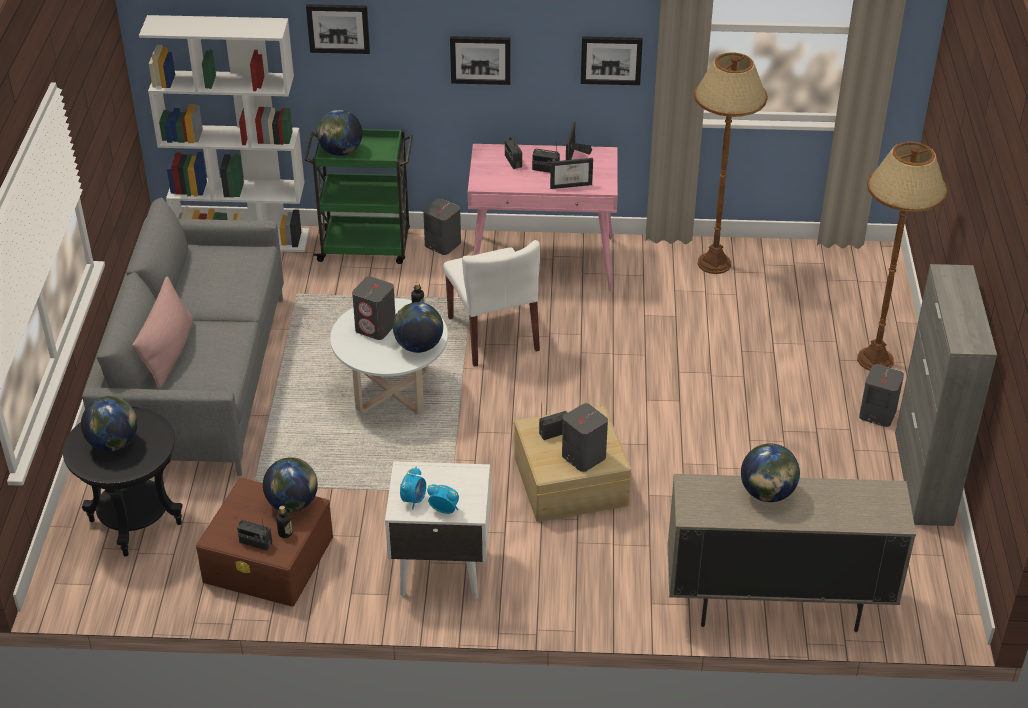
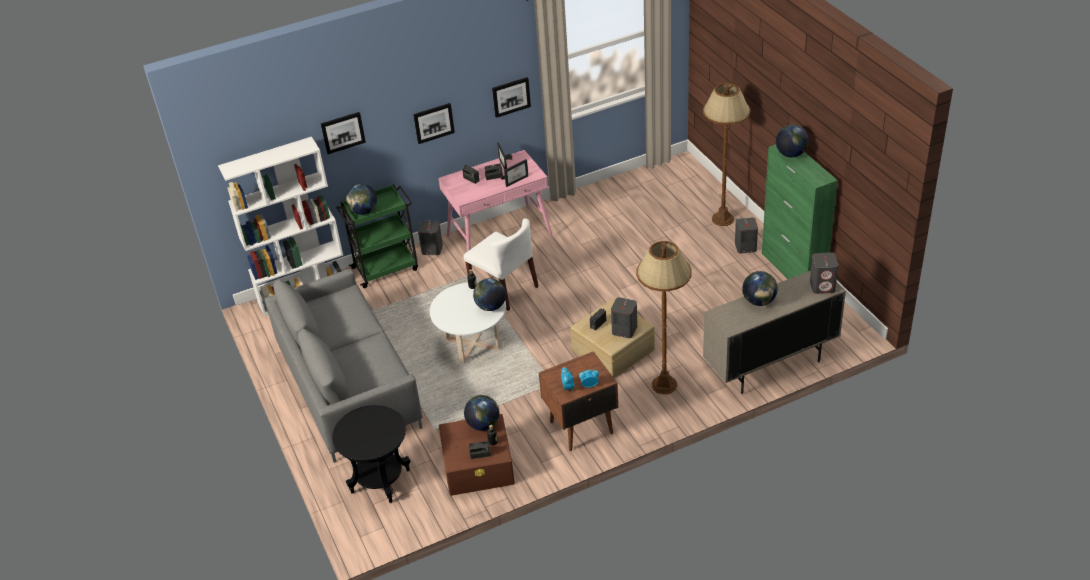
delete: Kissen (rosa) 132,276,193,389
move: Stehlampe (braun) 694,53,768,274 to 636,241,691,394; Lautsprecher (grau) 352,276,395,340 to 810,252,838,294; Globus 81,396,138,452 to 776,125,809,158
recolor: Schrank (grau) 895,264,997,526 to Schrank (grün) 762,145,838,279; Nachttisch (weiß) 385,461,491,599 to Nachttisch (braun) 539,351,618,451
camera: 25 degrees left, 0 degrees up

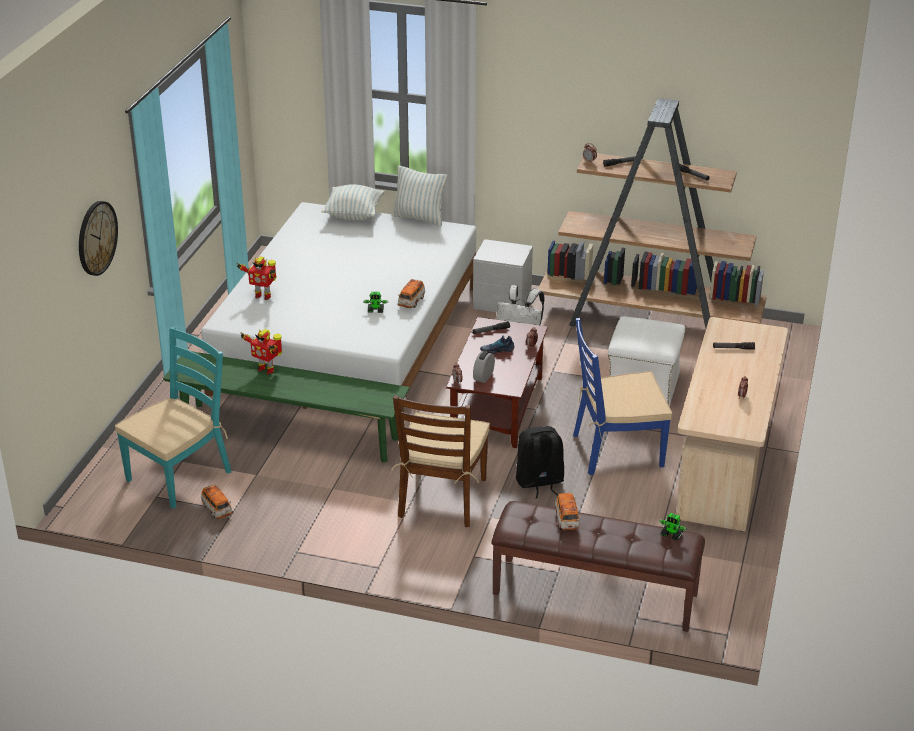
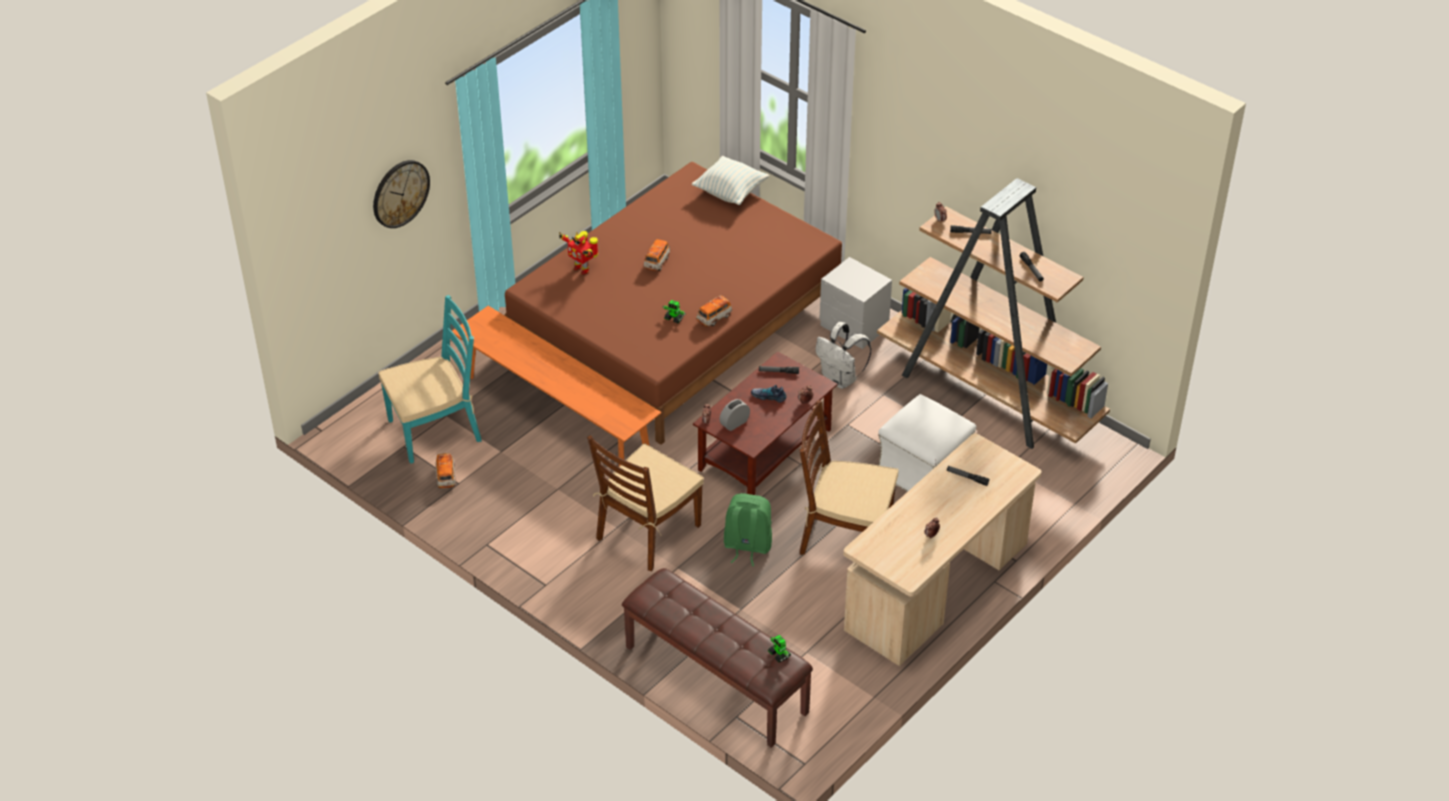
delete: Kissen 392,166,448,226; Spielzeugroboter 241,329,282,375
move: Spielzeugauto 555,493,580,531 to 644,239,670,271
recolor: Bett (weiß) 201,202,477,421 to Bett (braun) 505,162,842,445; Stuhl (blau) 573,318,672,475 to Stuhl (braun) 799,400,899,555; Bank (grün) 163,351,410,463 to Bank (orange) 452,306,661,466; Rucksack (schwarz) 516,426,564,499 to Rucksack (grün) 724,493,772,566
camera: 25 degrees right, 10 degrees up

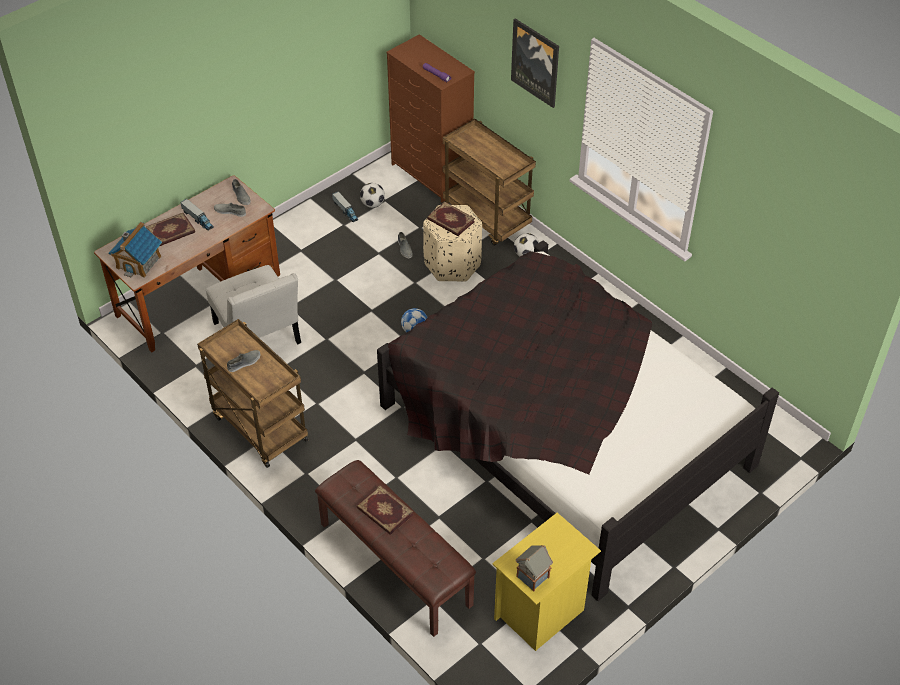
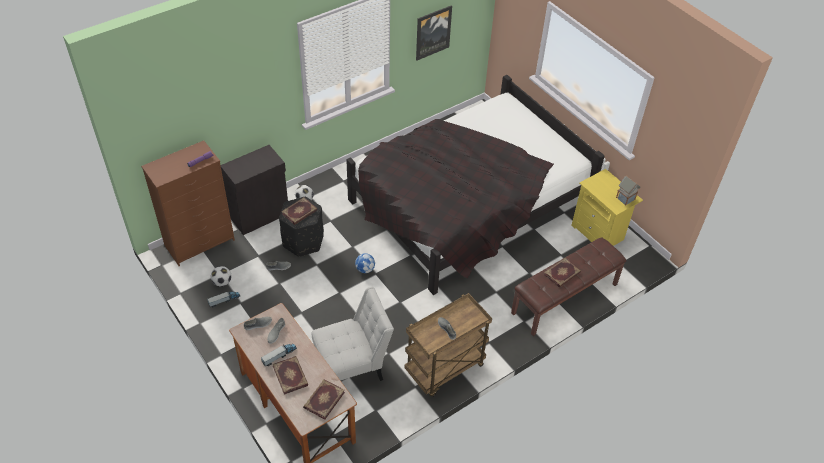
move: Bild 511,18,559,108 to 416,5,452,60
replace: Rollwagen (braun) 443,119,536,246 to Schrank (schwarz) 220,145,288,235; Spielzeughaus 109,222,162,278 to Buch 303,379,345,420
recolor: Polsterhocker (beige) 423,205,482,282 to Polsterhocker (schwarz) 279,197,324,257
camera: 85 degrees left, 0 degrees up

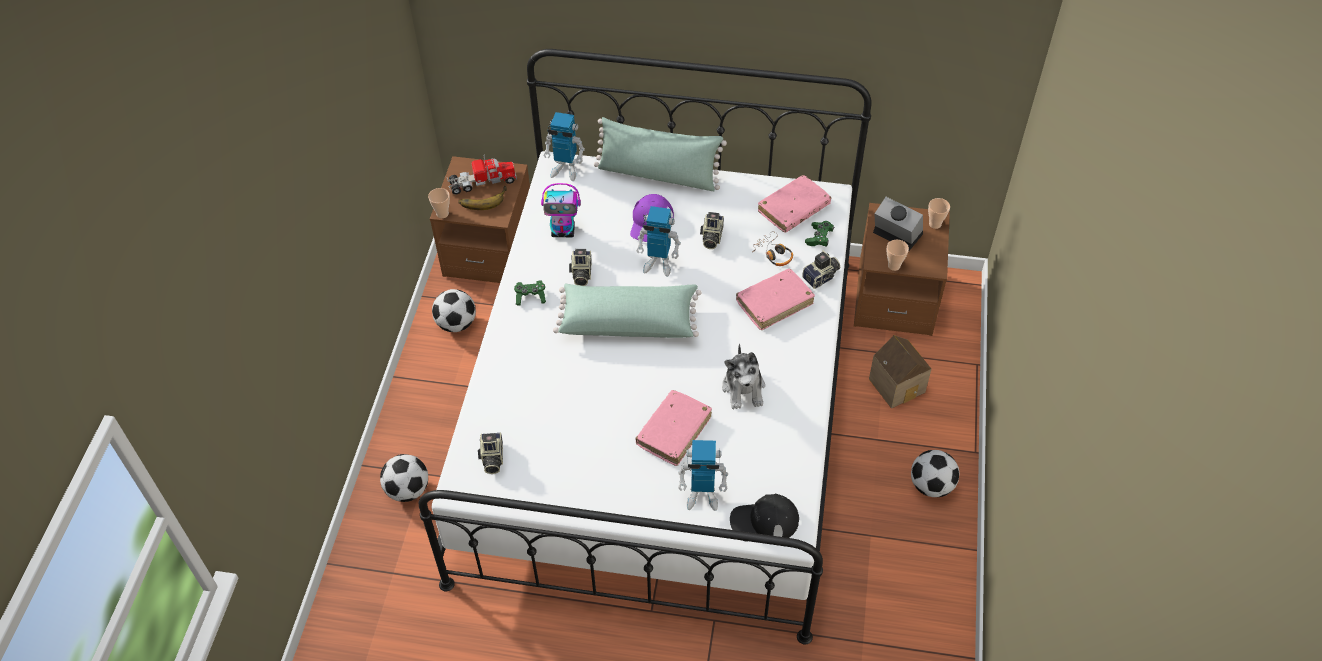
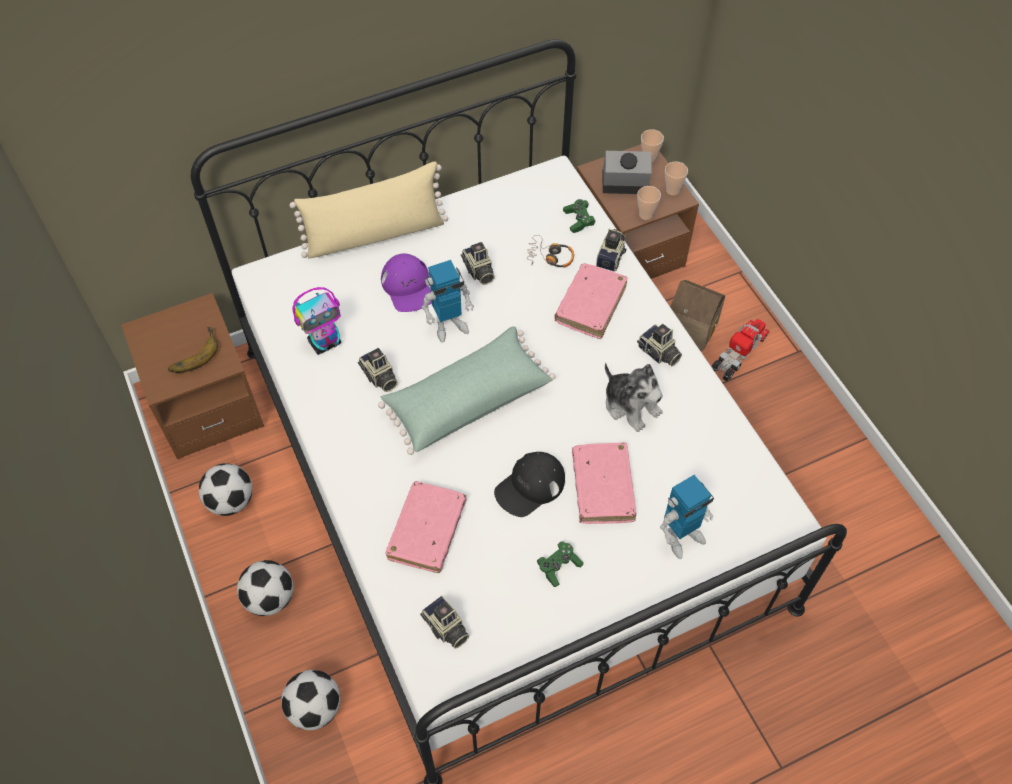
delete: Spielzeugroboter 544,112,585,181
insert: Kamera 637,324,682,366
move: Spielzeuglaster 447,155,517,195 to 712,319,769,381; Buch (rosa) 758,175,831,233 to 385,481,466,573; Tasse 428,188,450,218 to 665,162,688,195; Gamepad (grün) 514,281,546,306 to 537,541,583,587; Fußball 911,450,959,497 to 237,560,294,616; Kappe (schwarz) 730,493,799,541 to 494,452,565,517
recolor: Kissen (grün) 594,117,727,191 to Kissen (beige) 289,161,448,258
camera: 35 degrees left, 5 degrees up

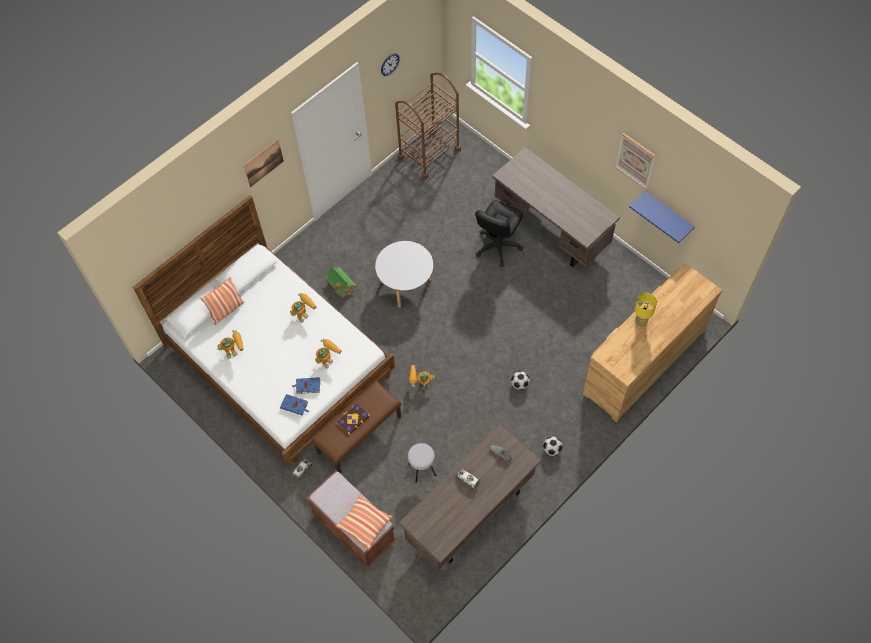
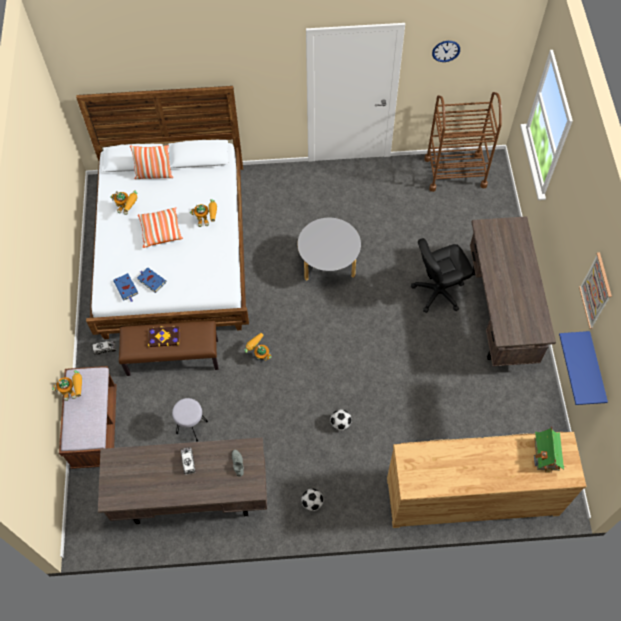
delete: Bild 244,139,284,187; Tischlampe (gelb) 635,293,657,326
move: Spielzeughaus 325,266,356,298 to 534,427,565,473; Spielzeugroboter 315,339,342,369 to 52,370,82,401; Kissen 335,495,393,550 to 138,207,183,248
camera: 40 degrees right, 0 degrees up

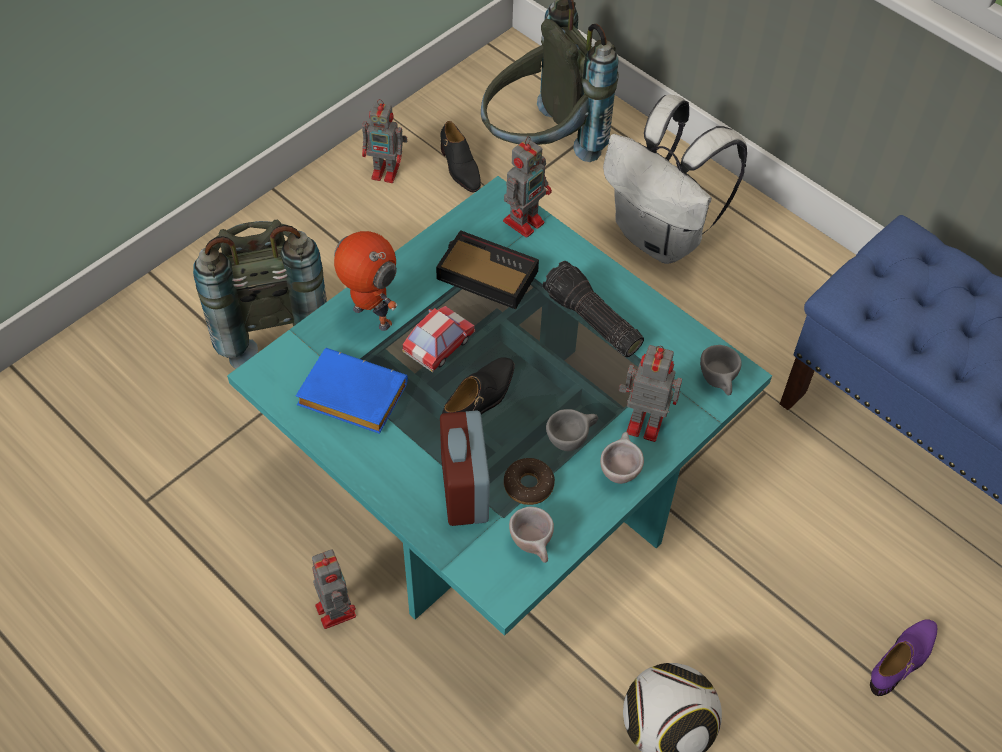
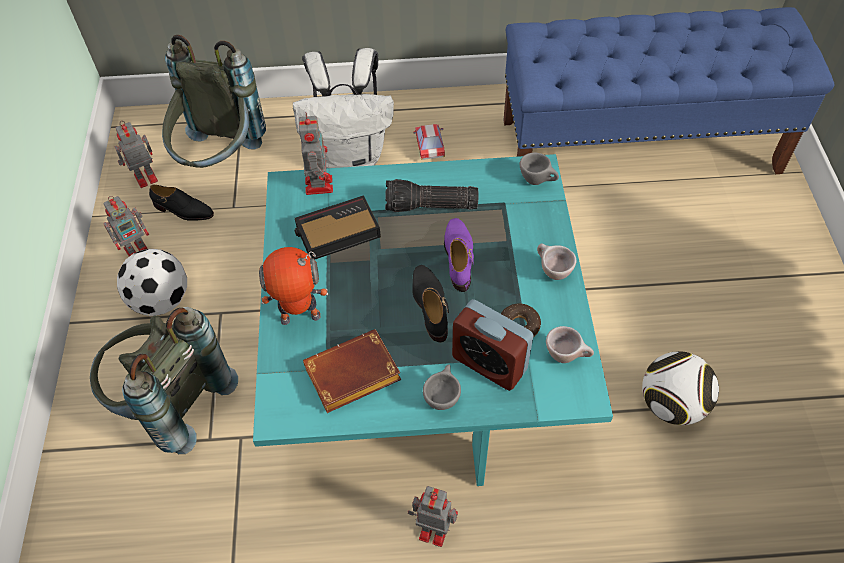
insert: Fußball 117,249,187,316
move: Spielzeugauto 402,306,475,372 to 413,124,445,160; Spielzeugroboter 619,345,682,442 to 114,121,158,188; Tasse (grau) 546,409,598,451 to 423,364,461,410; Schuh (lila) 870,619,937,696 to 444,218,474,292
recolor: Buch (blau) 296,348,408,434 to Buch (braun) 303,329,401,413
camera: 45 degrees left, 0 degrees up

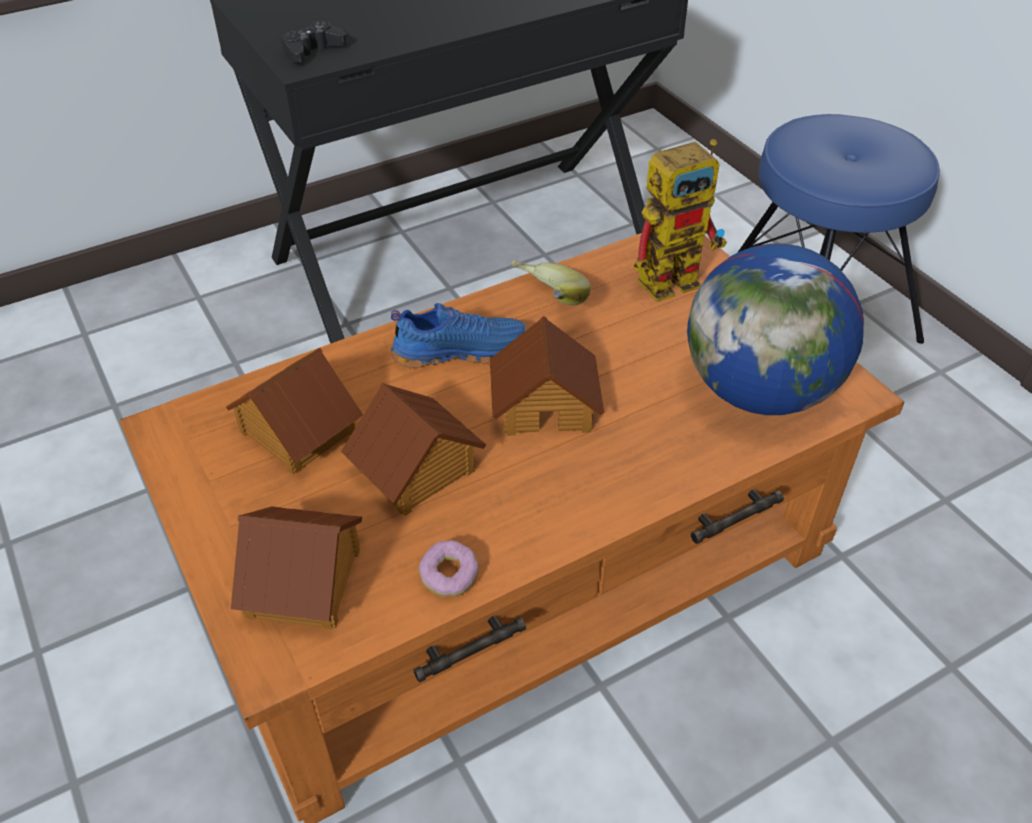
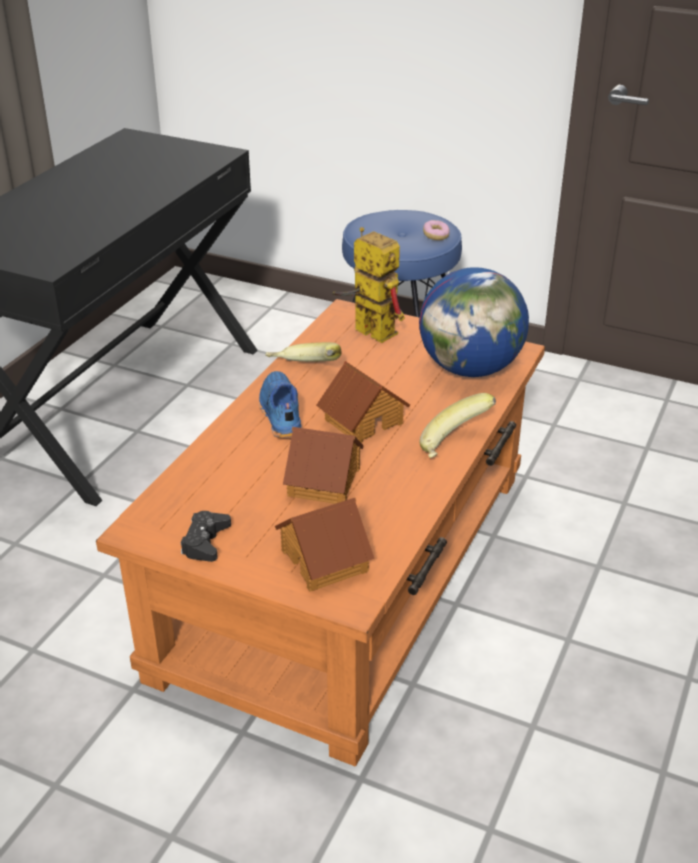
delete: Spielzeughaus 226,348,363,474
insert: Banane 420,393,496,458
move: Gamepad (schwarz) 280,20,347,63 to 181,511,231,562; Donut 419,540,479,597 to 423,220,450,240
rotate: Spielzeugroboter 634,139,727,302 = 332,227,405,343 75 degrees counterclockwise; Schuh (blau) 391,303,527,368 = 259,371,302,439 60 degrees counterclockwise
camera: 35 degrees left, 10 degrees down

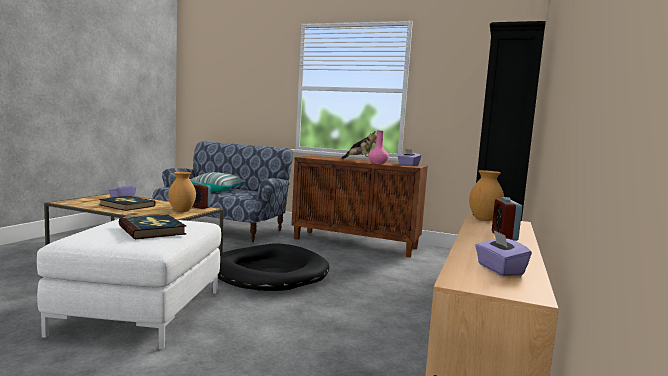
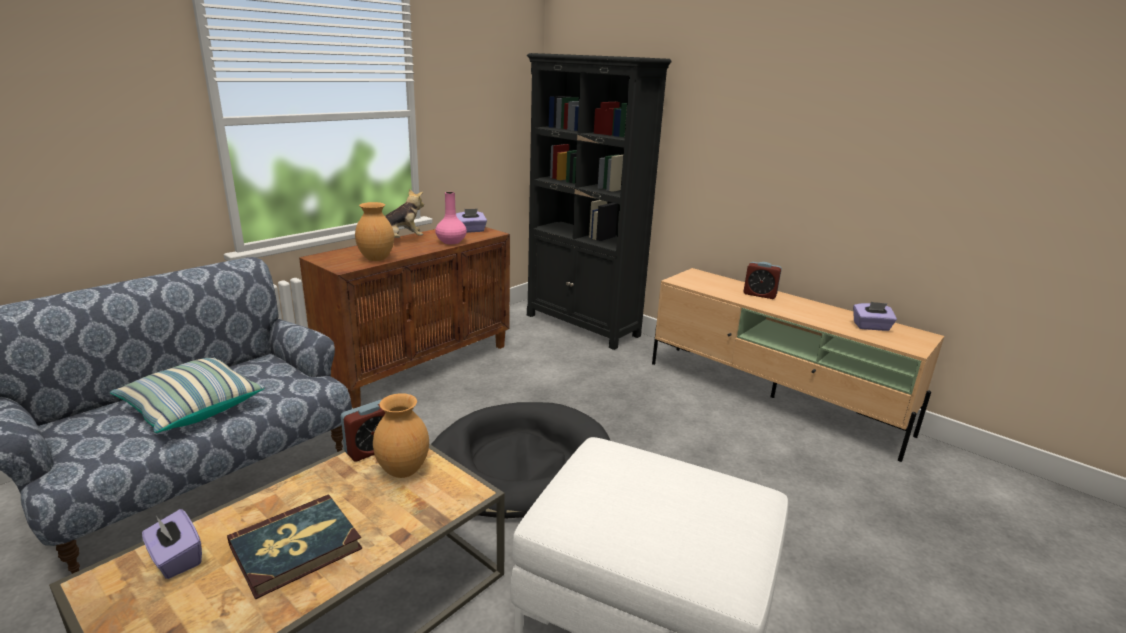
delete: Buch 119,214,186,239
move: Vase (braun) 469,170,504,221 to 355,202,394,261
camera: 70 degrees left, 15 degrees up

